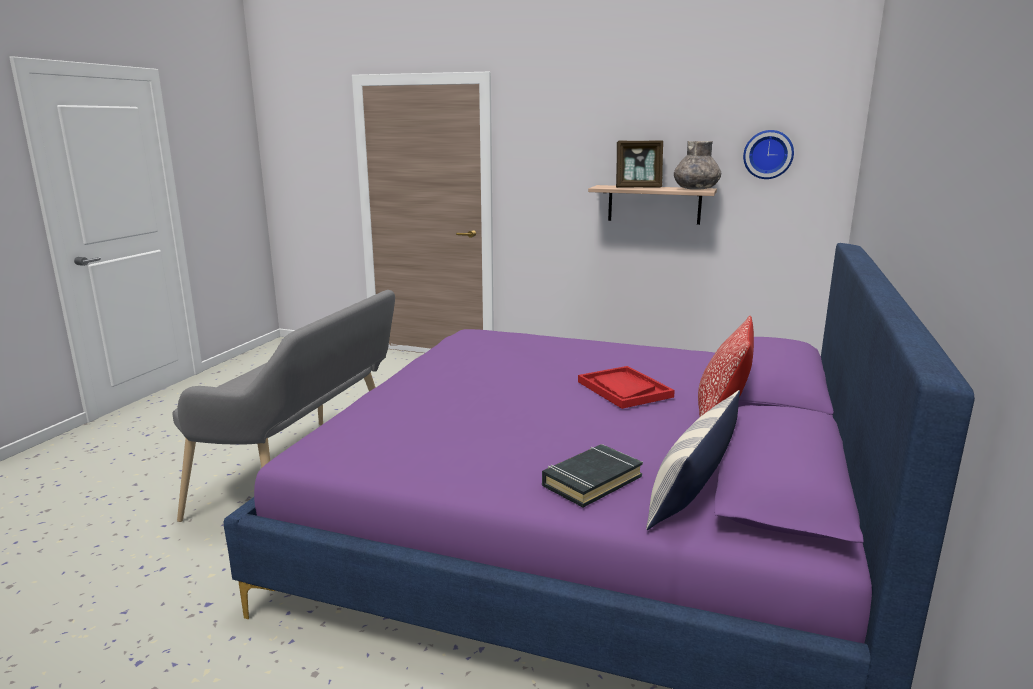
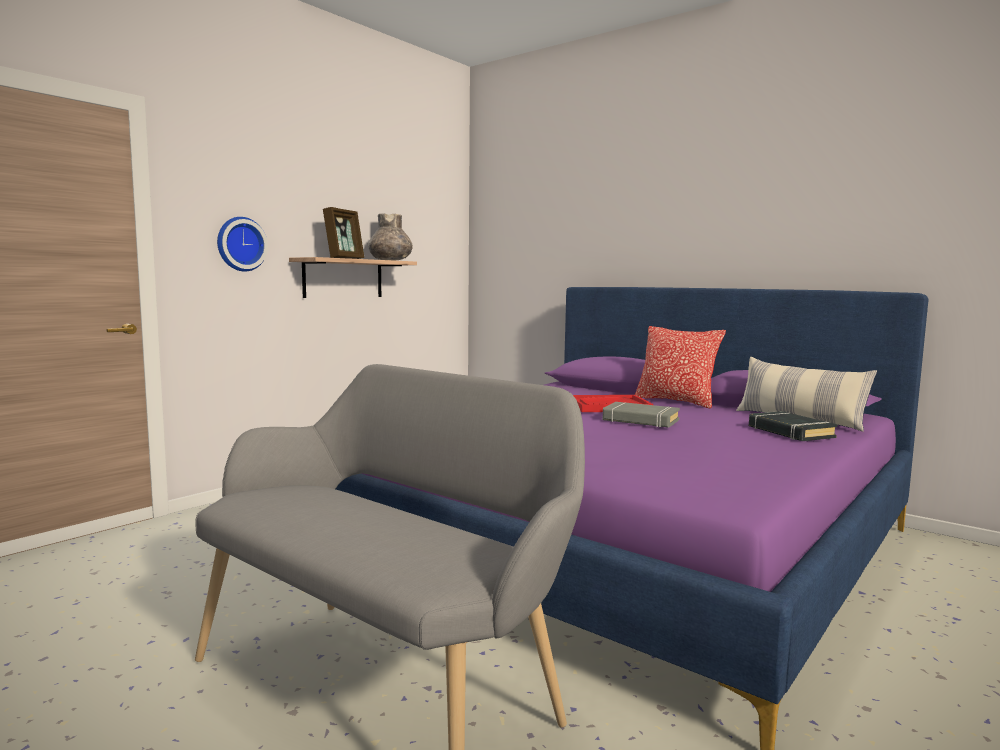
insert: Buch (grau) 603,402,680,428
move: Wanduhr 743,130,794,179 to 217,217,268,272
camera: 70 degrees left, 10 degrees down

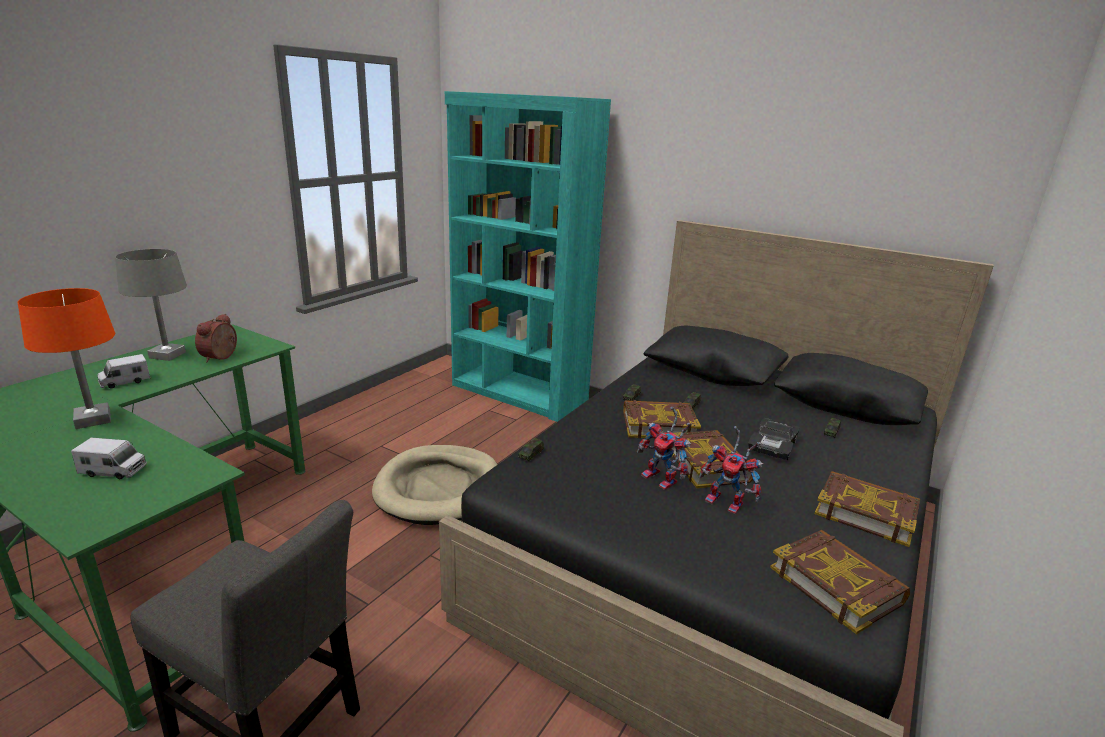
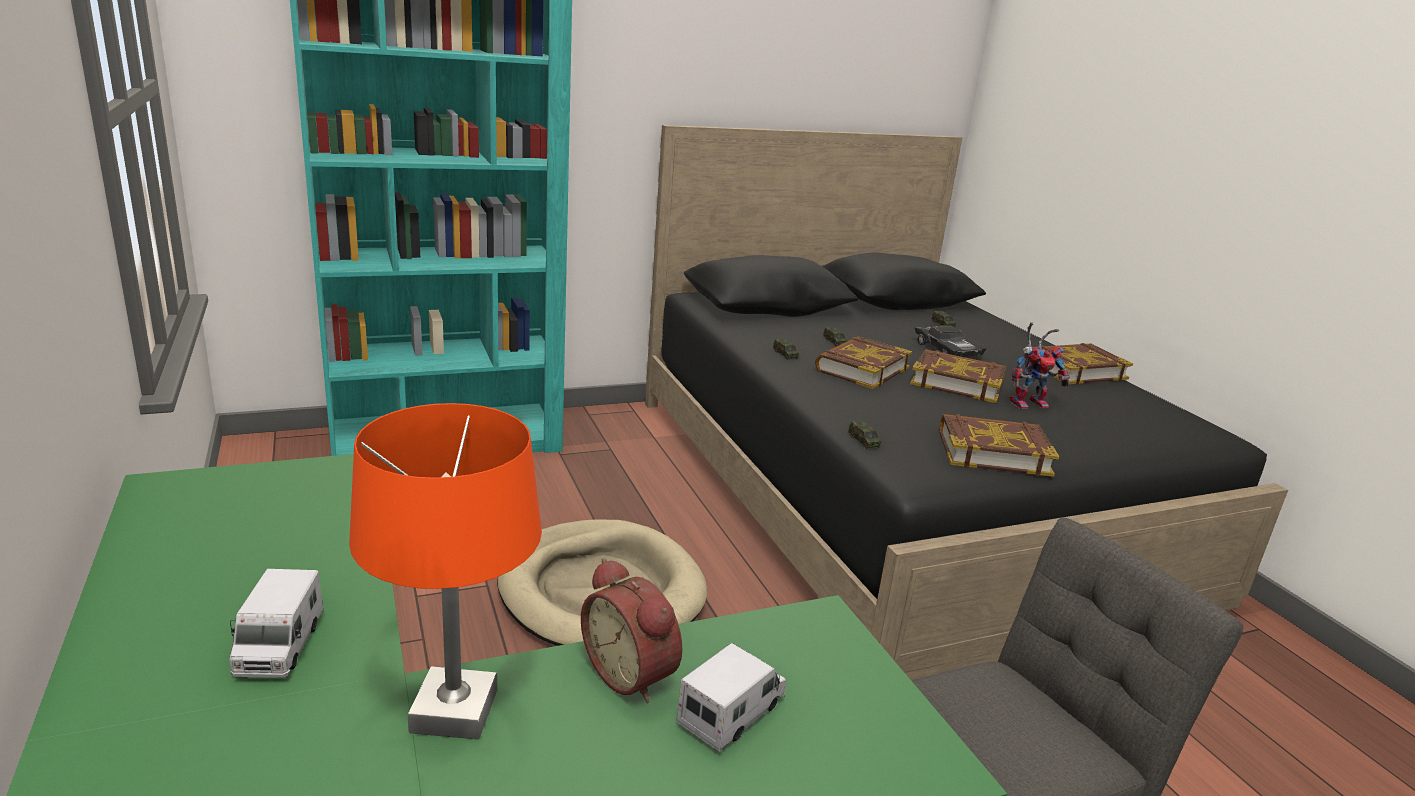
delete: Tischlampe (grau) 115,249,187,361; Spielzeugroboter 637,407,692,490
move: Wecker 195,314,237,362 to 581,558,682,703; Buch 770,530,910,634 to 939,414,1059,477
camera: 55 degrees left, 0 degrees up

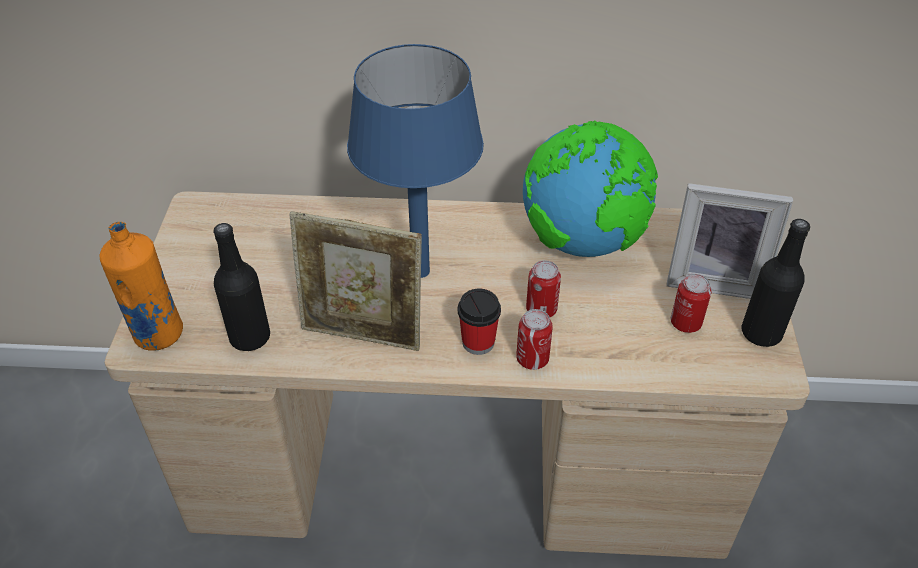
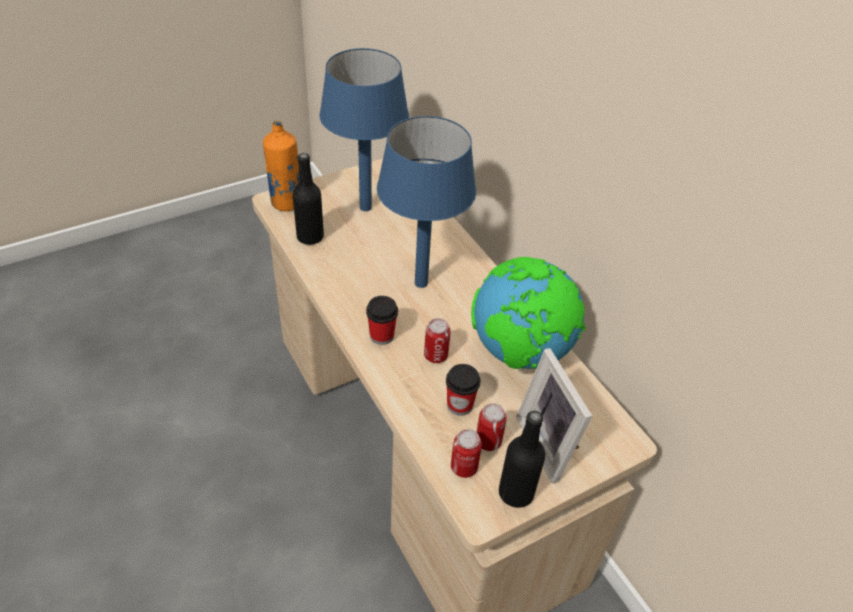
delete: Bilderrahmen 289,211,422,351
insert: Tischlampe (blau) 319,48,409,211; Tasse 446,364,480,416
move: Dose 516,309,553,370 to 451,429,482,478
camera: 55 degrees right, 0 degrees up

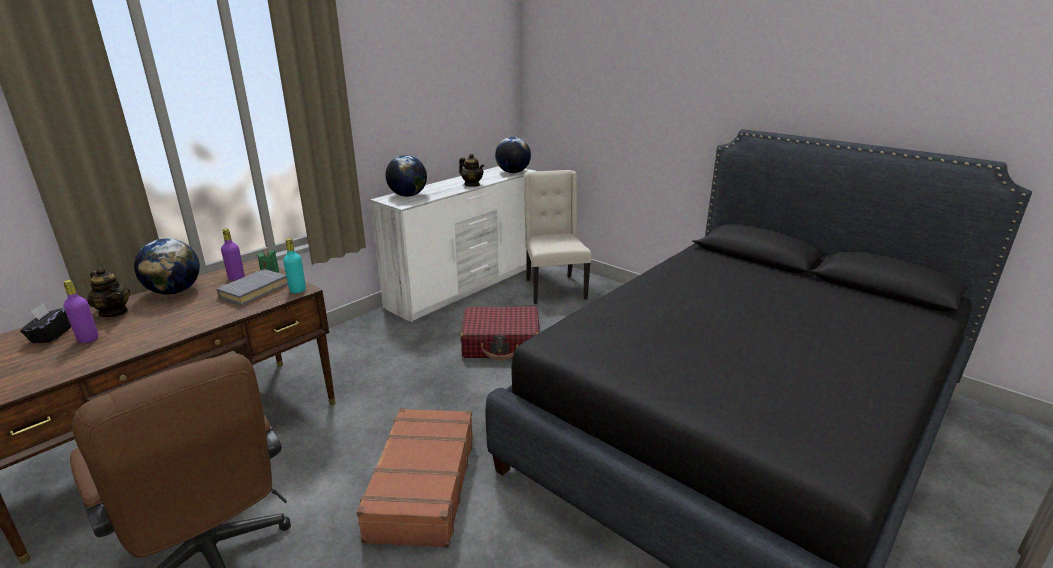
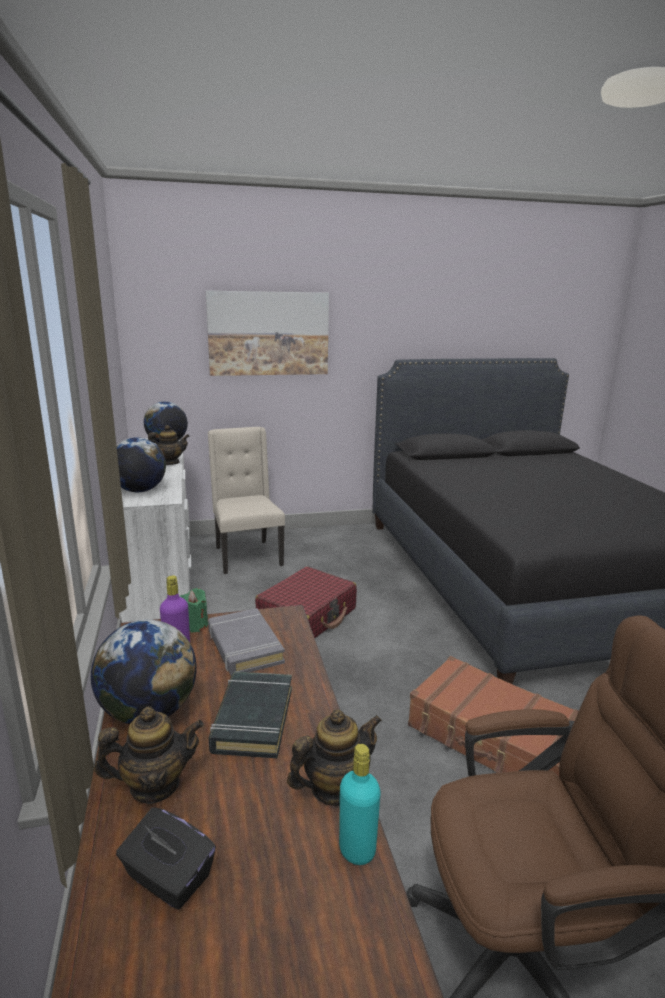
delete: Flasche (lila) 63,280,99,343
insert: Bild 206,291,329,376; Buch (schwarz) 209,671,292,758; Teekanne 287,709,382,806
move: Flasche (türkis) 283,238,306,293 to 339,744,381,865
rotate: Stuhl (beige) 524,170,591,304 = 208,427,285,574 45 degrees clockwise
camera: 55 degrees left, 5 degrees down

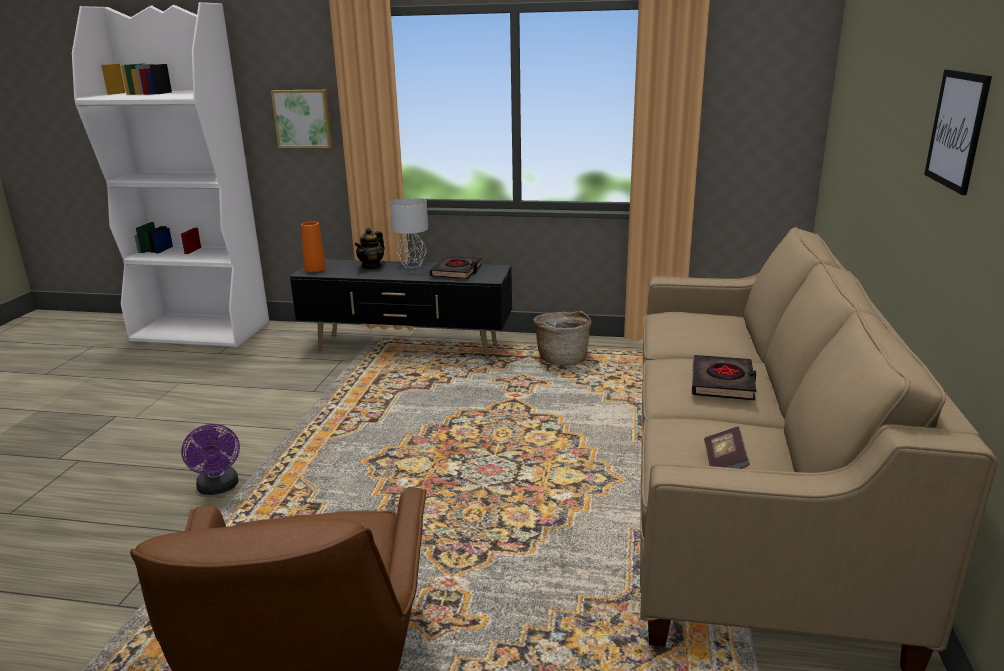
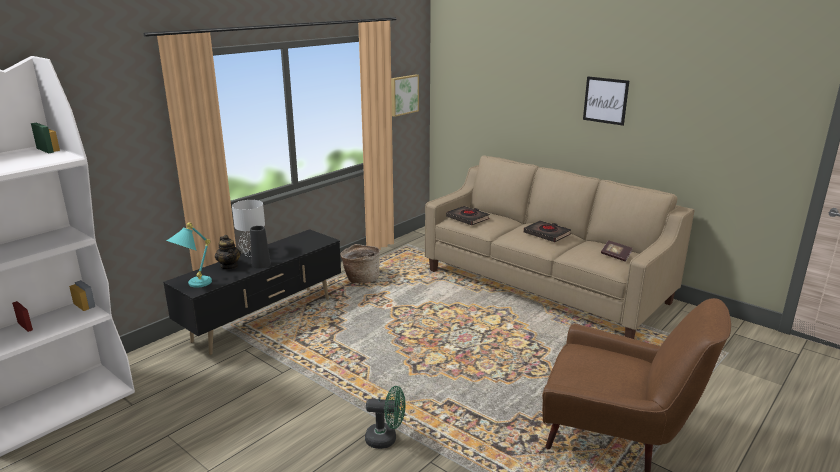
insert: Vase (schwarz) 250,226,271,269
move: Bild 271,90,333,148 to 391,75,419,117; Buch (schwarz) 429,256,482,279 to 446,206,490,225
replace: Vase (orange) 301,222,326,272 to Tischlampe (türkis) 166,222,212,288
recolor: Ventilator (lila) 181,424,240,495 to Ventilator (grün) 365,386,405,449
camera: 60 degrees left, 0 degrees up

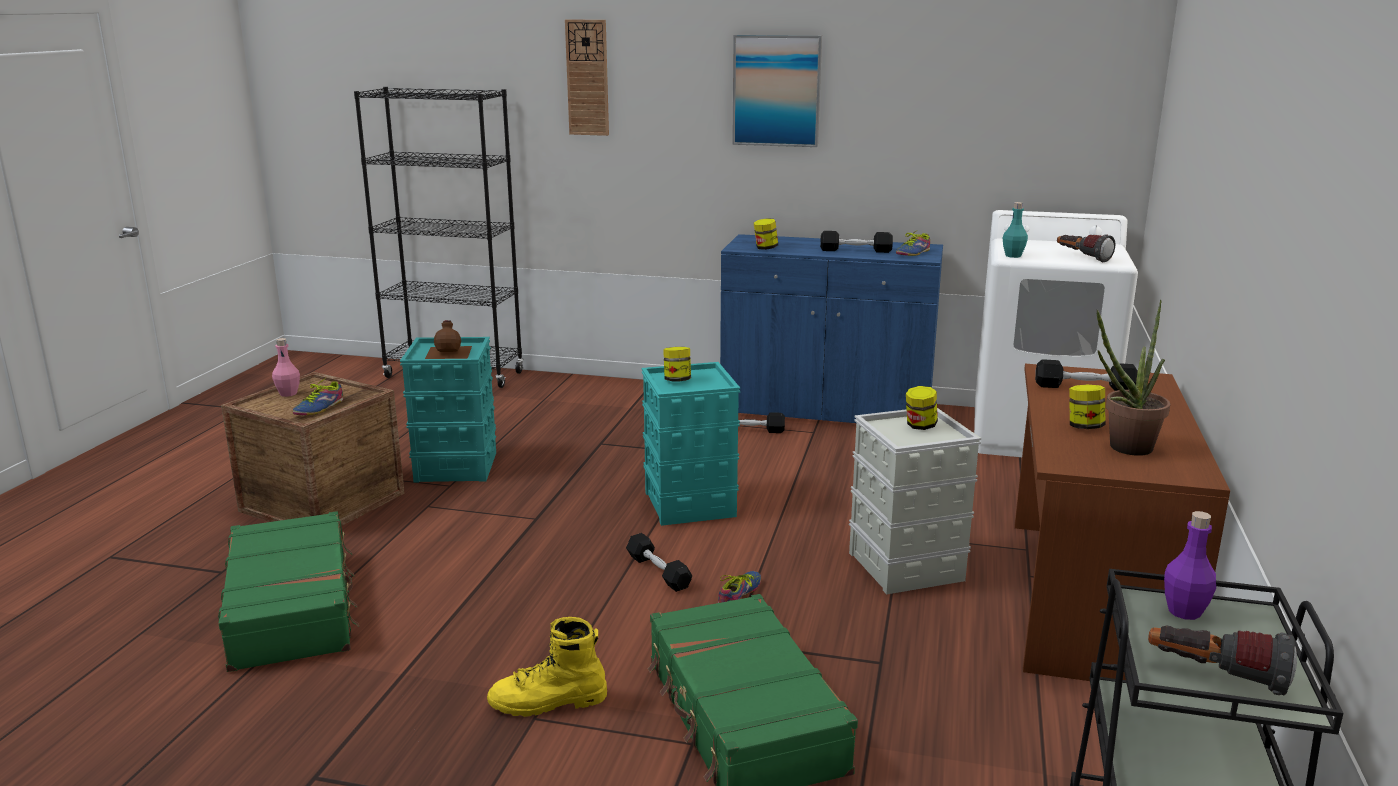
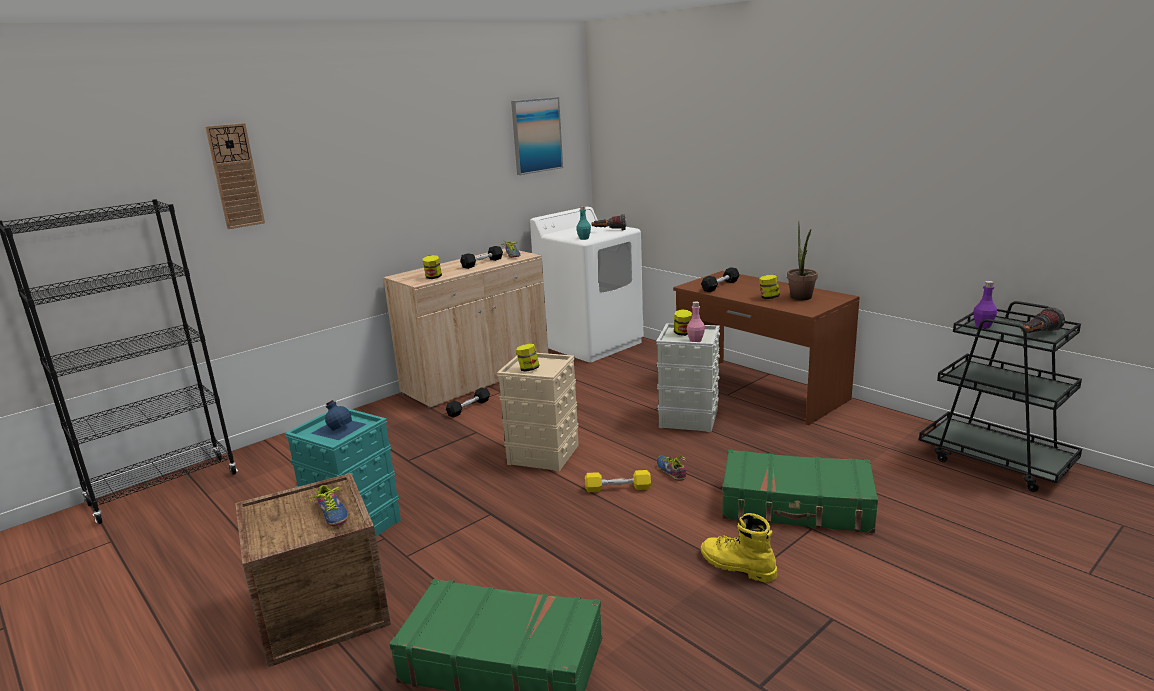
move: Bild 732,35,822,147 to 511,97,563,175; Flasche (rosa) 272,338,300,397 to 687,302,705,342
recolor: Schrank (blau) 720,234,943,423 to Schrank (beige) 383,248,549,409; Flasche (braun) 425,320,472,359 to Flasche (blau) 311,400,366,440; Aufbewahrungsbox (türkis) 642,362,740,526 to Aufbewahrungsbox (beige) 497,353,579,472; Hantel (schwarz) 626,533,692,592 to Hantel (gelb) 585,470,651,492
rotate: Stiefel (gelb) 487,617,607,717 = 701,513,777,583 105 degrees clockwise
camera: 55 degrees left, 0 degrees up

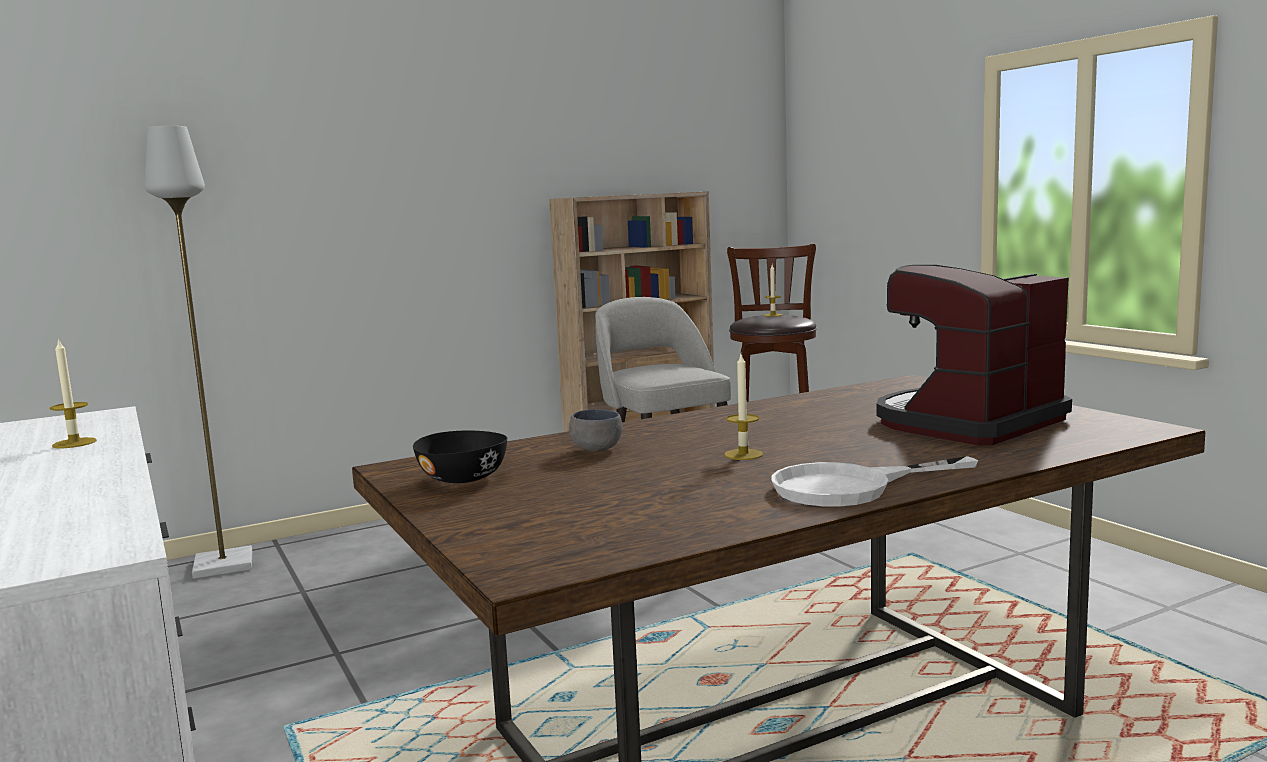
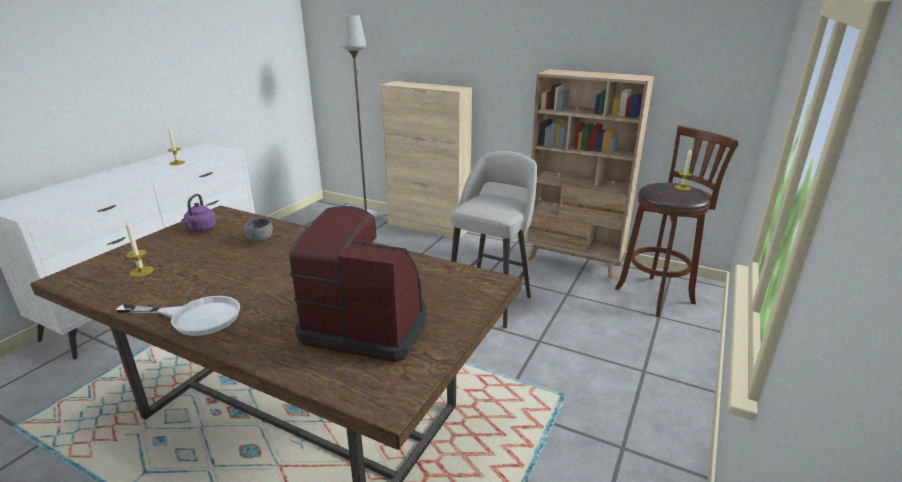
insert: Schrank (beige) 380,81,472,238
move: Kerze 724,354,763,460 to 125,221,153,277
replace: Schüssel (schwarz) 413,431,507,483 to Wasserkessel (lila) 182,194,217,232
rotate: Pfanne (weiß) 771,456,978,506 = 116,296,240,336 150 degrees clockwise
camera: 55 degrees right, 15 degrees up

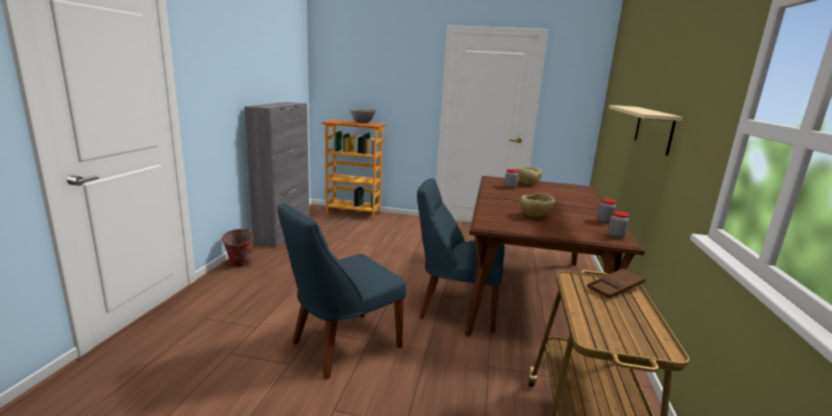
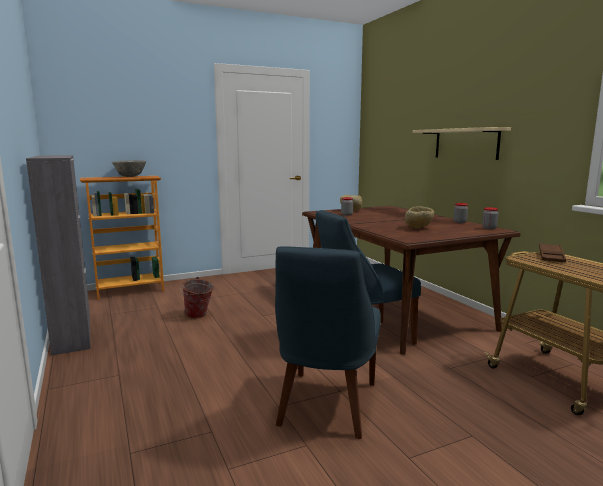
move: Eimer 220,228,254,267 to 180,277,214,318
camera: 35 degrees left, 5 degrees down

